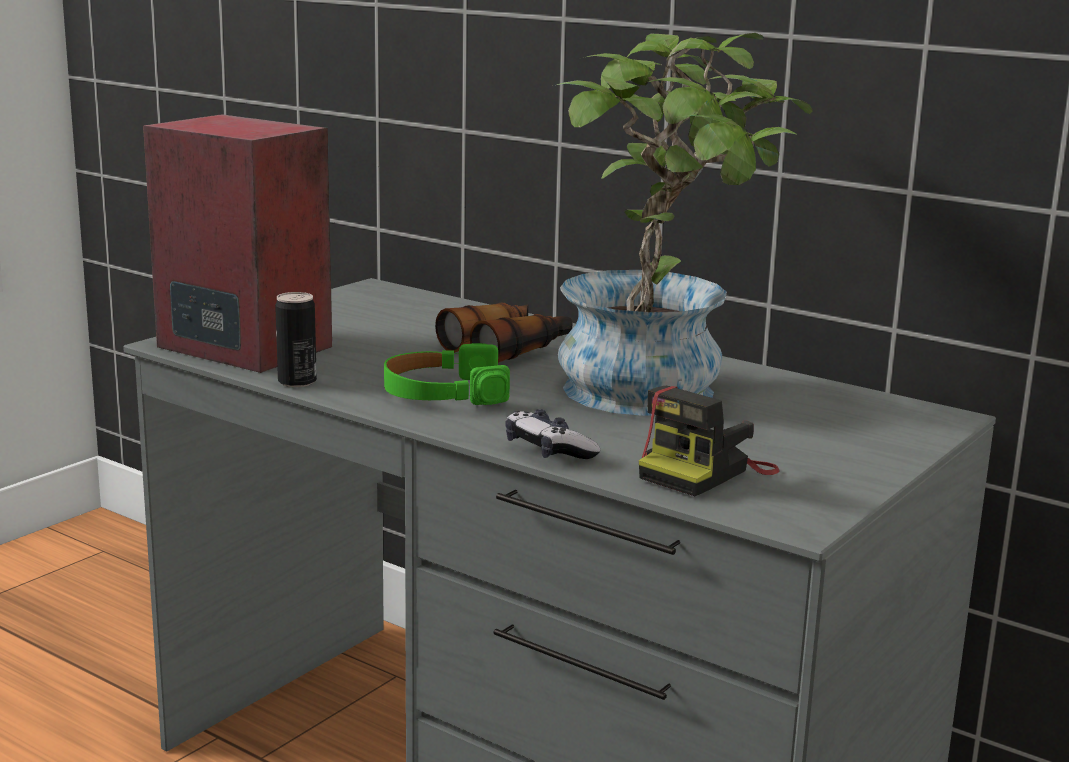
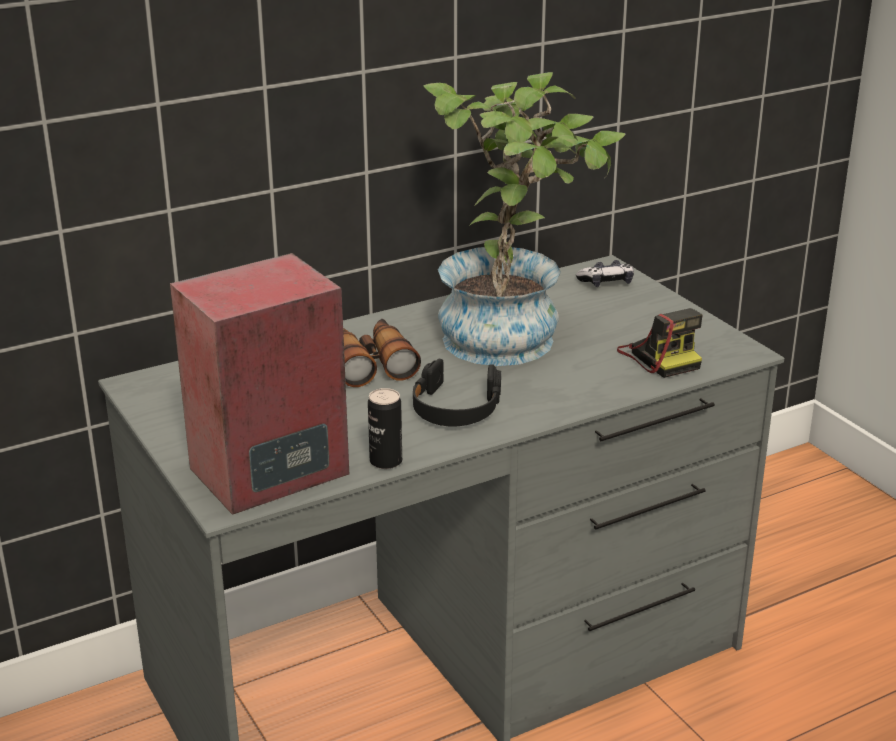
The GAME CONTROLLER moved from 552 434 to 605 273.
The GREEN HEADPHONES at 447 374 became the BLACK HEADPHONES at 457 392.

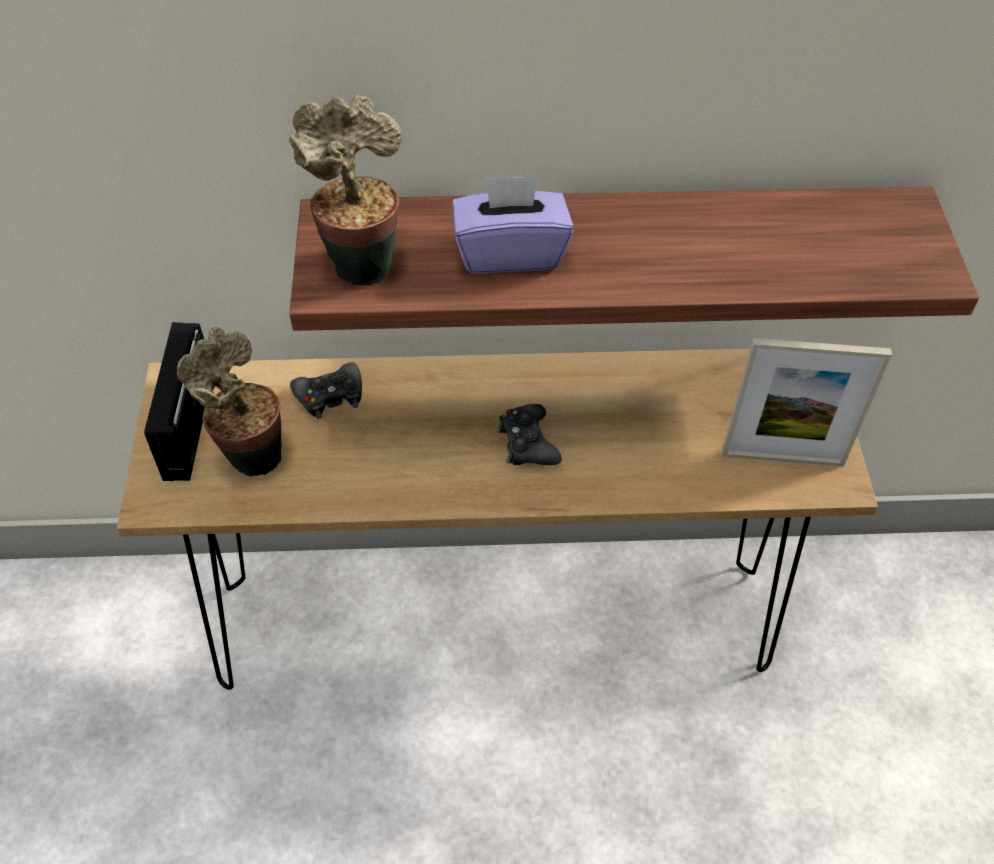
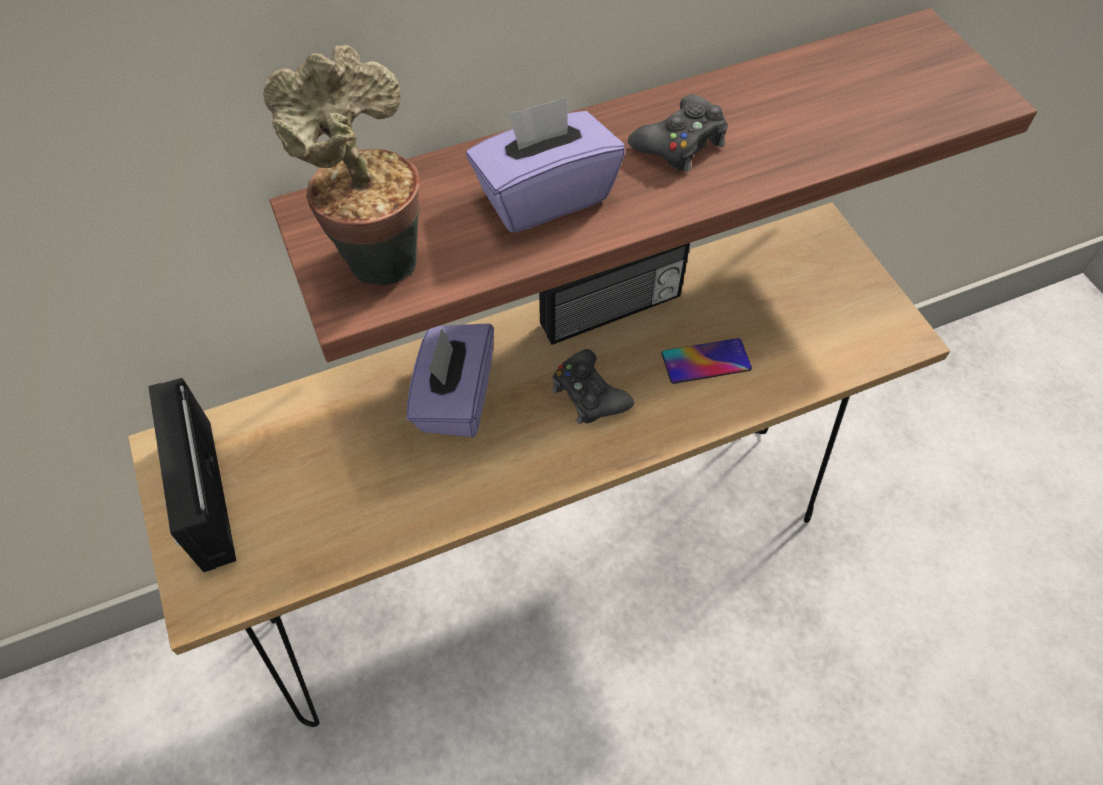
The POTTED PLANT at 229 402 disappeared.
The PICTURE FRAME at 807 402 disappeared.
The PURPLE TISSUE BOX at 450 380 appeared.
The RADIO at 614 294 appeared.
The PHONE at 707 361 appeared.
The BLACK GAME CONTROLLER moved from 326 390 to 678 133.

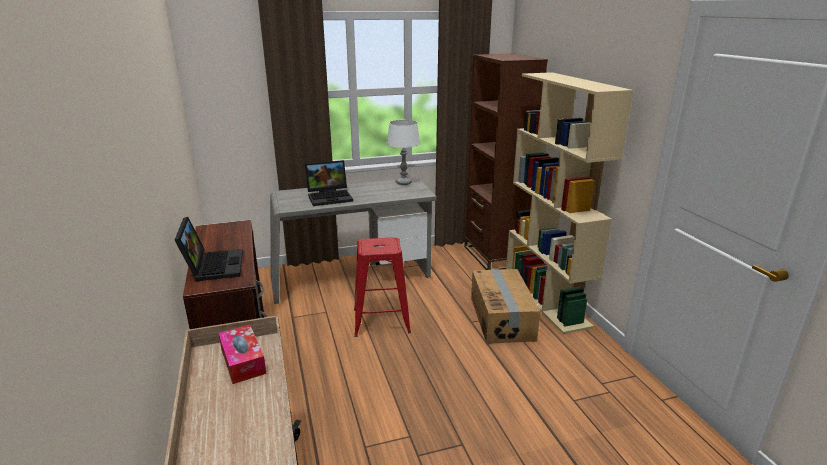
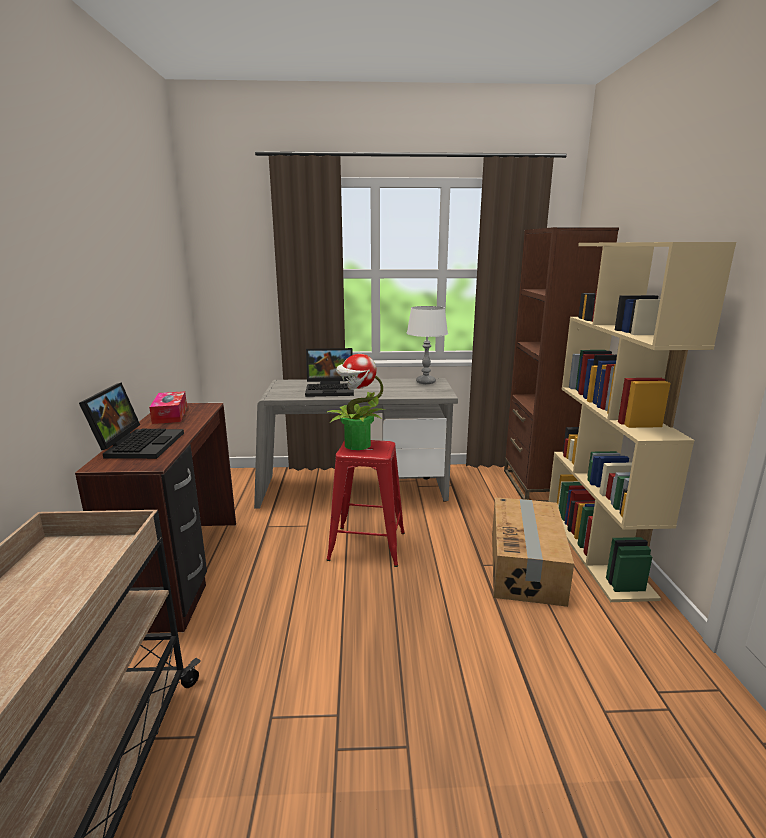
The POTTED PLANT at 355 402 appeared.
The TISSUE BOX moved from 242 354 to 168 407.

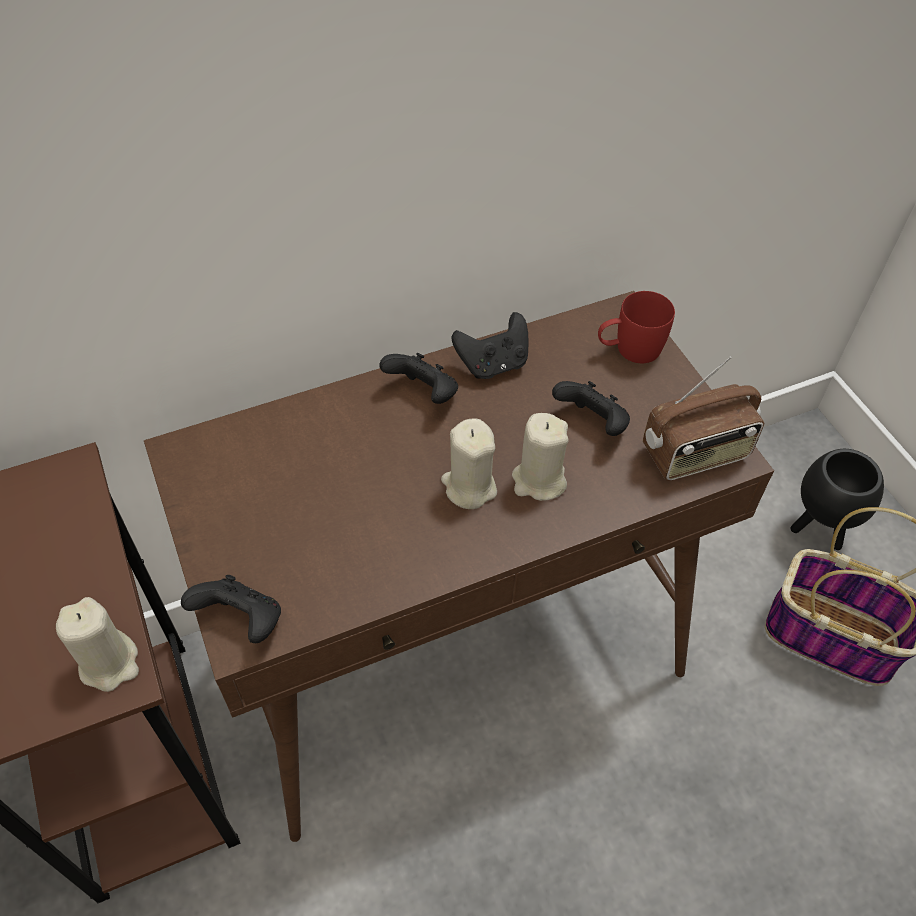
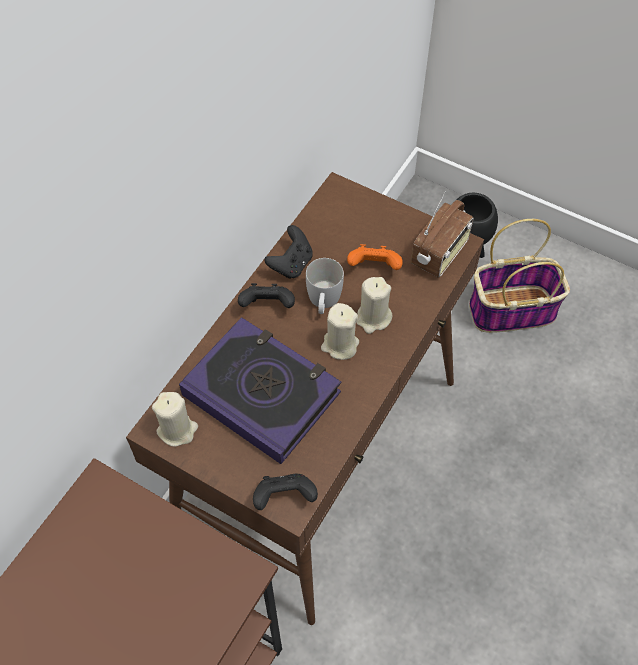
The RED MUG at 636 327 disappeared.
The BOOK at 260 390 appeared.
The WHITE MUG at 325 286 appeared.
The BEIGE CANDLE moved from 97 644 to 175 419.
The BLACK GAME CONTROLLER at 591 408 became the ORANGE GAME CONTROLLER at 375 257.

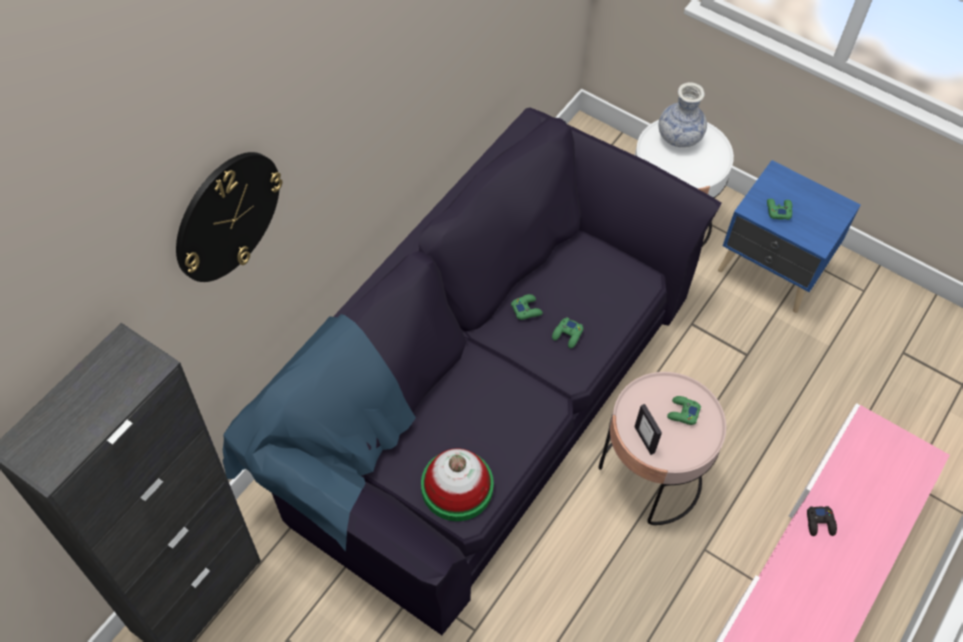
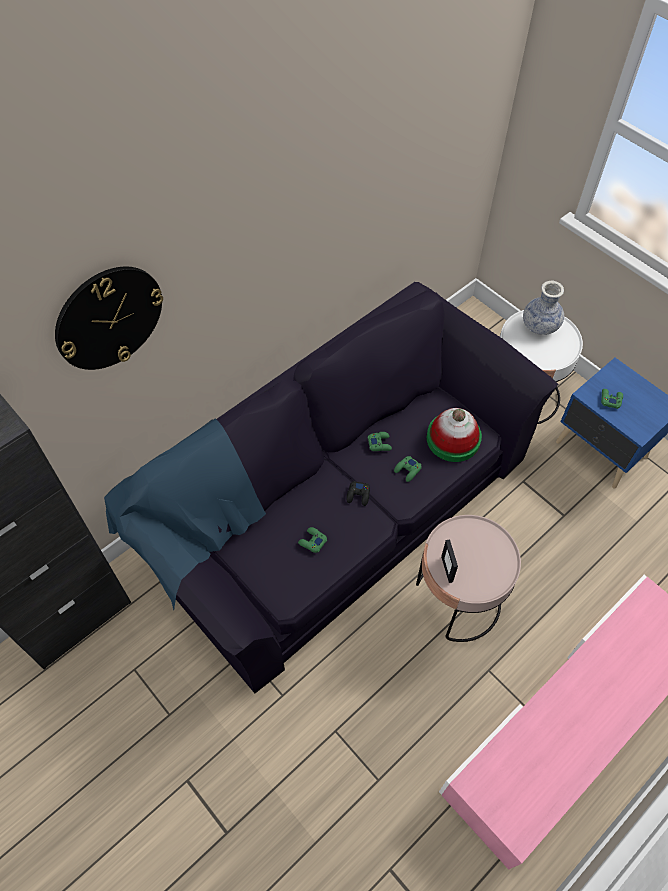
The HAT moved from 457 484 to 454 435.
The GREEN GAME CONTROLLER moved from 684 410 to 312 540.
The BLACK GAME CONTROLLER moved from 822 521 to 358 493.

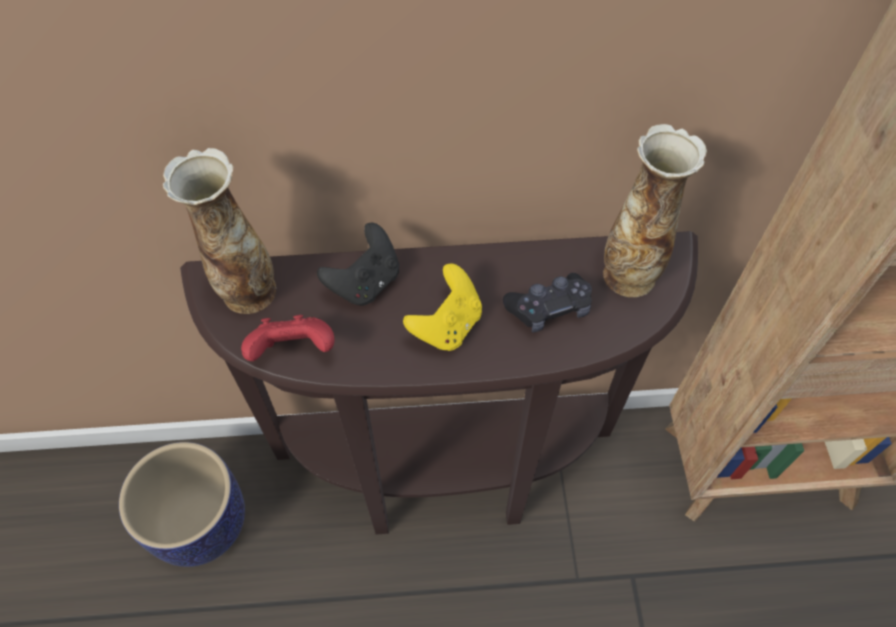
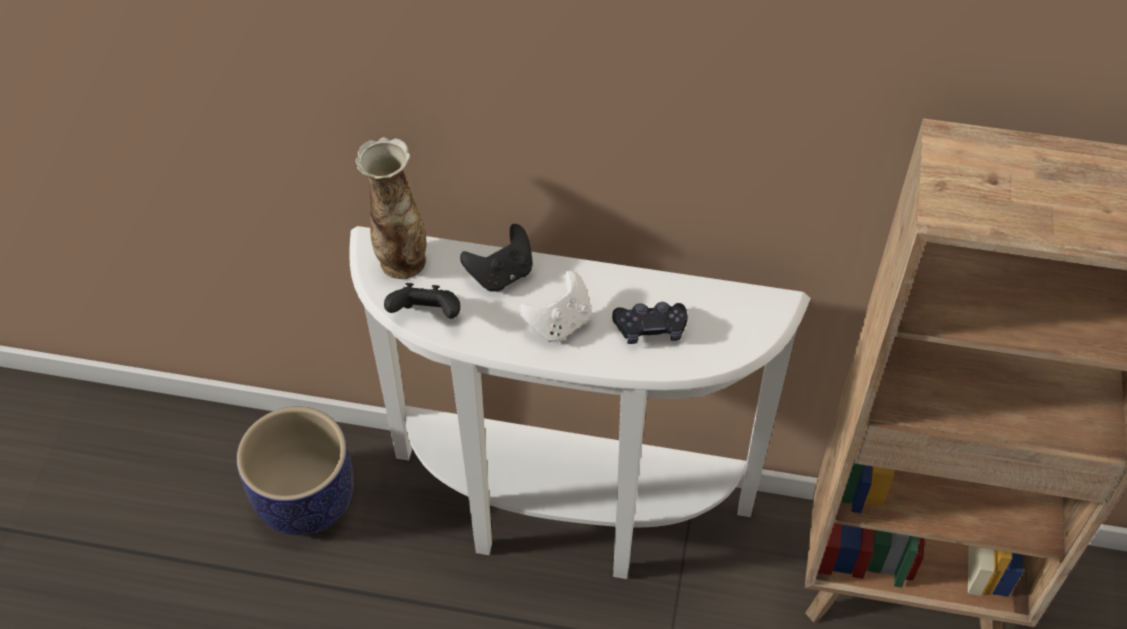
The VASE at 655 210 disappeared.
The BROWN CONSOLE TABLE at 439 383 became the WHITE CONSOLE TABLE at 580 402.
The RED GAME CONTROLLER at 288 338 became the BLACK GAME CONTROLLER at 422 301.
The YELLOW GAME CONTROLLER at 442 307 became the WHITE GAME CONTROLLER at 555 306.

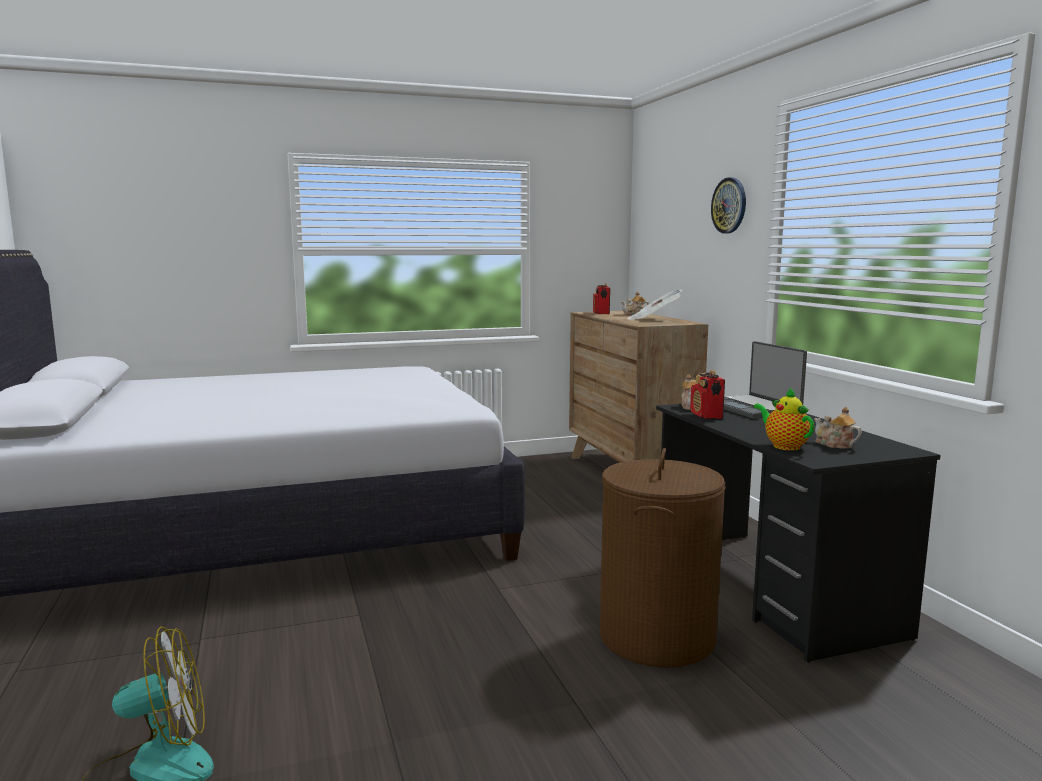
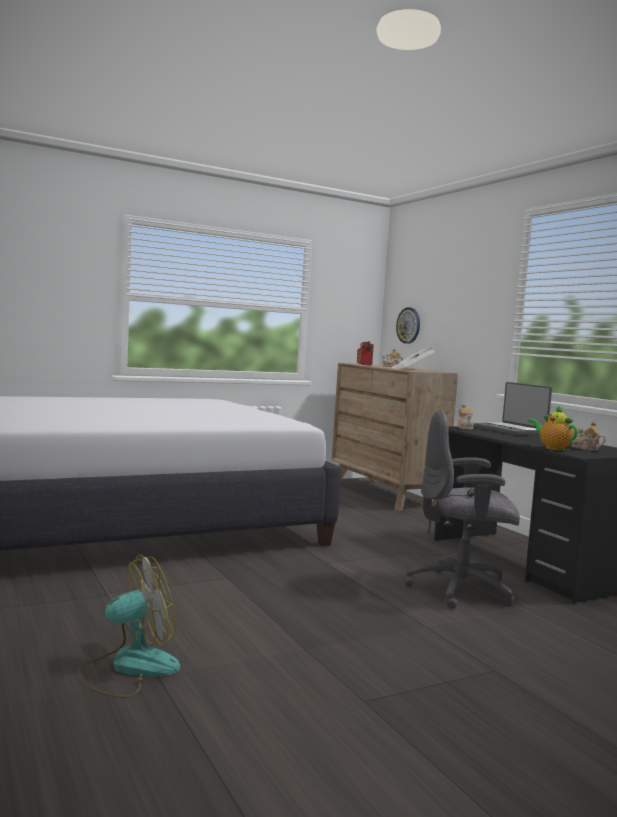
The RADIO at 707 394 disappeared.
The WALL CLOCK moved from 728 205 to 408 325.
The BROWN LAUNDRY BASKET at 663 558 was replaced by the GREY OFFICE CHAIR at 462 509.

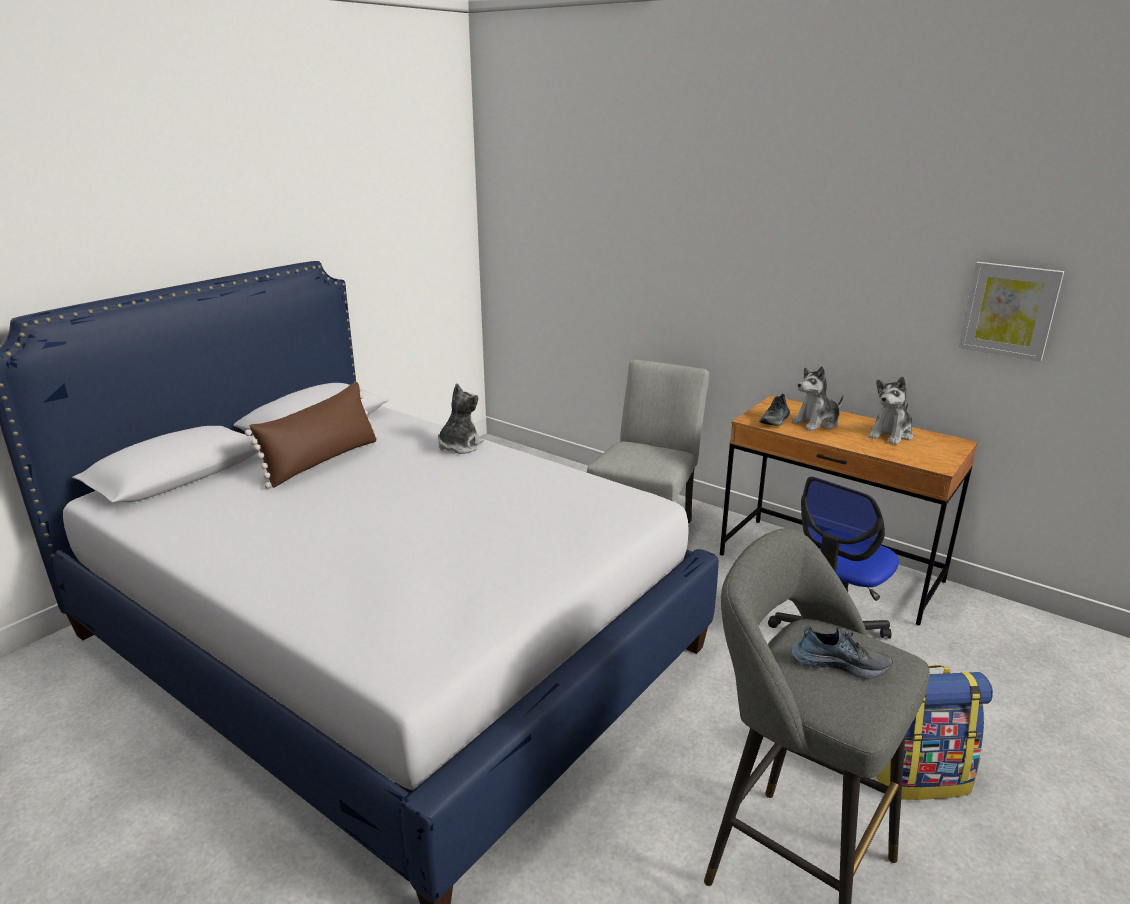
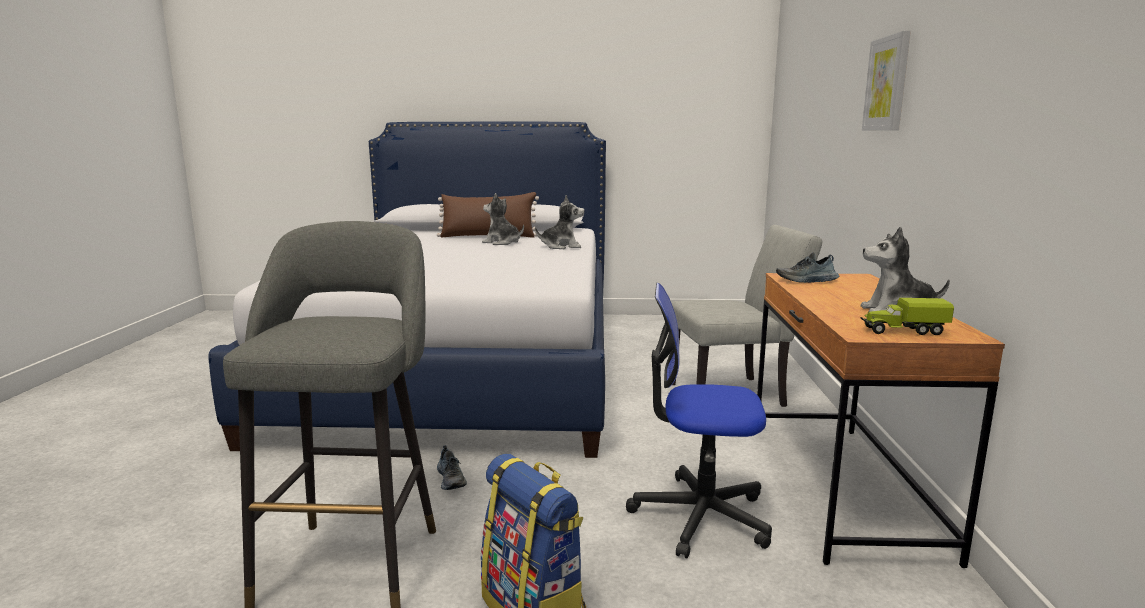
The TOY TRUCK at 907 316 appeared.
The PLUSH TOY moved from 817 398 to 503 219.
The SHOE moved from 841 652 to 452 467.
The PICTURE moved from 1011 312 to 886 80.

